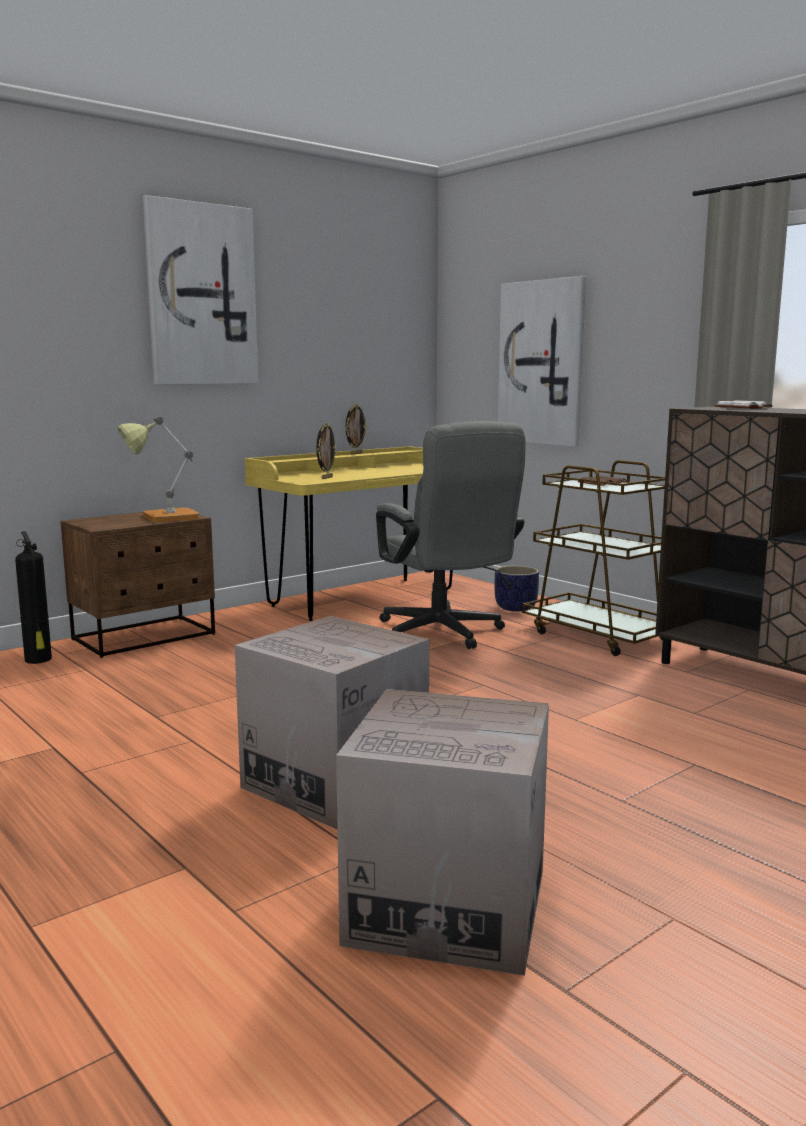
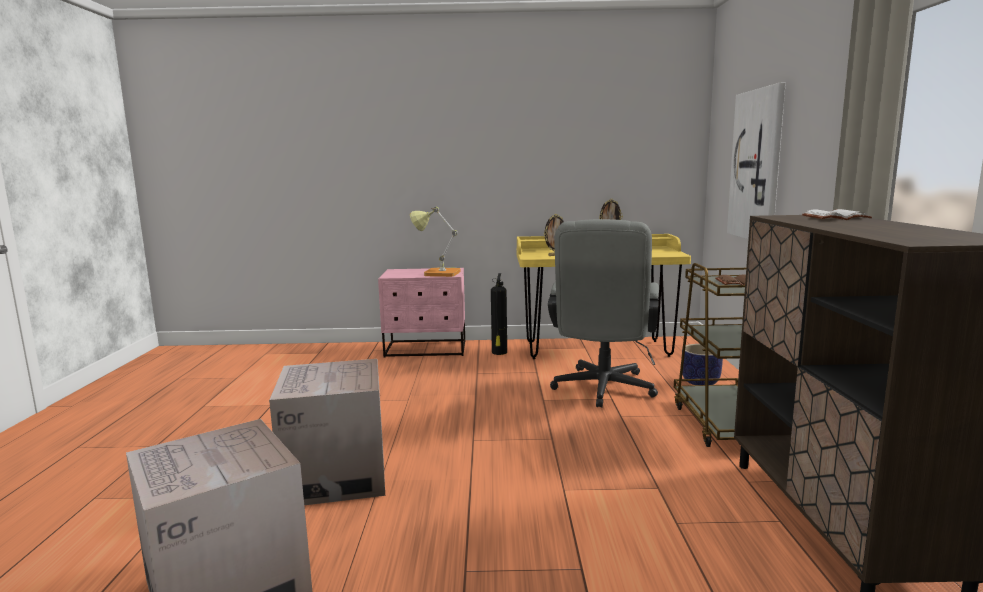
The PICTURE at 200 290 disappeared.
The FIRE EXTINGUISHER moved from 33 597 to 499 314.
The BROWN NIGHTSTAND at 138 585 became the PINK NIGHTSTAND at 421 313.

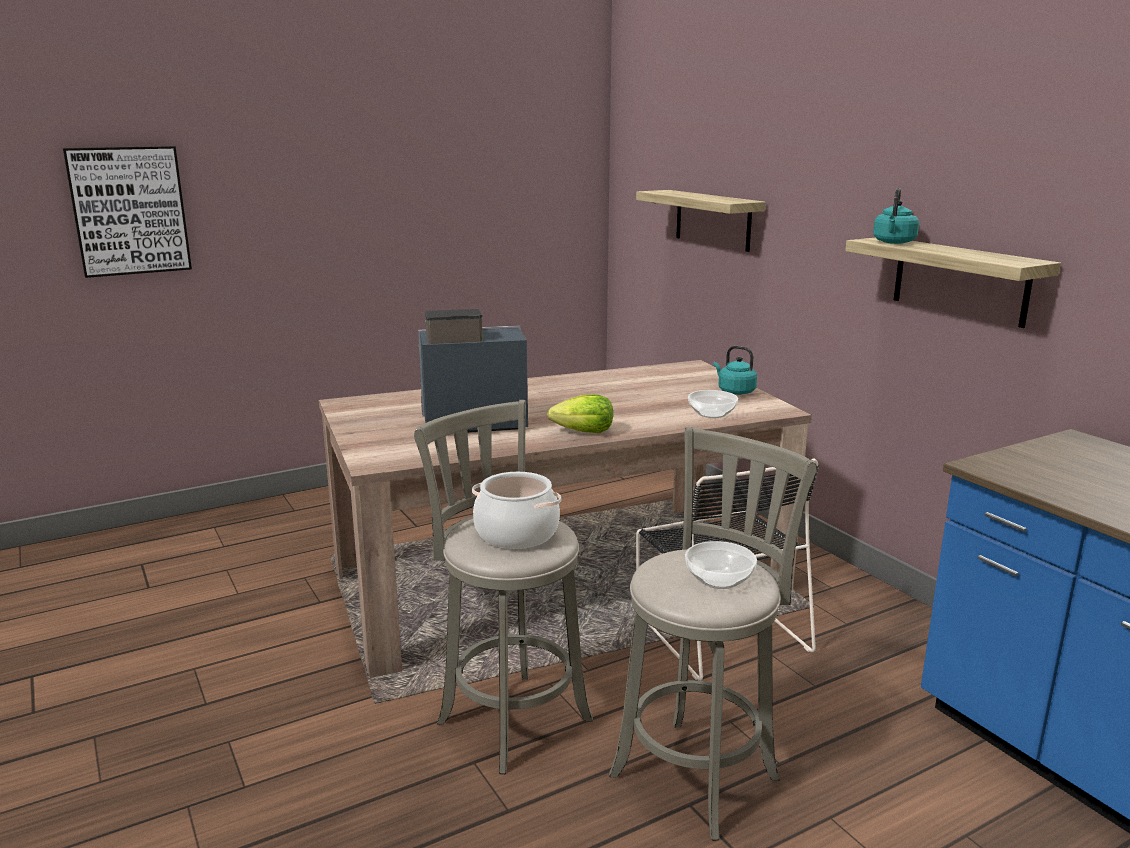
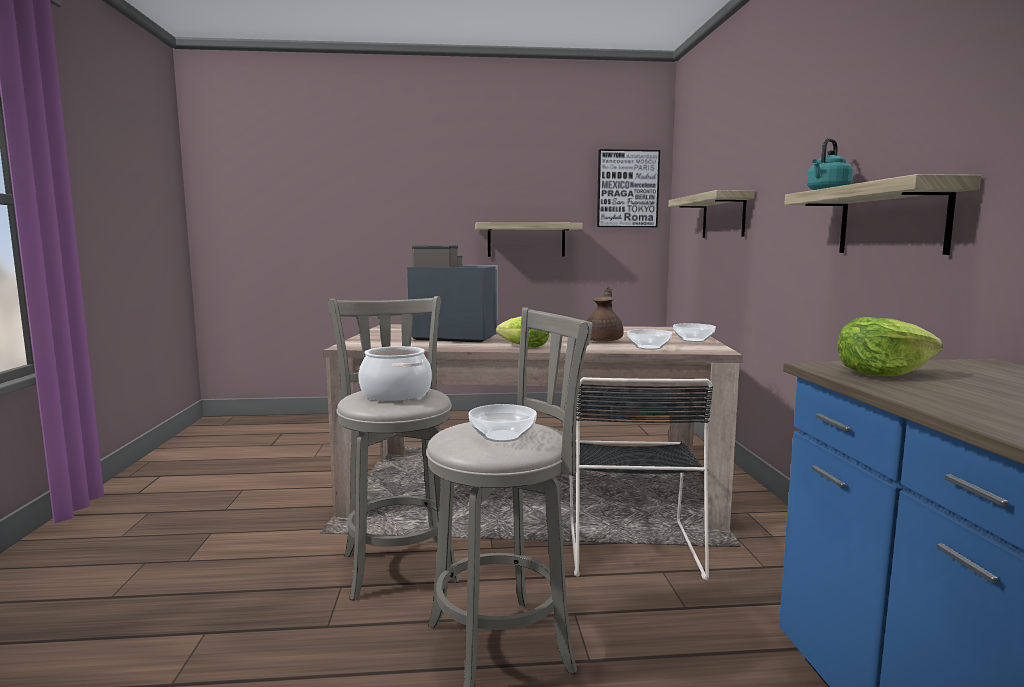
The SHELF at 529 239 appeared.
The BROWN TEAPOT at 605 314 appeared.
The LETTUCE at 890 346 appeared.
The PICTURE moved from 127 212 to 628 188.
The TURQUOISE KETTLE at 735 370 was replaced by the BOWL at 694 332.

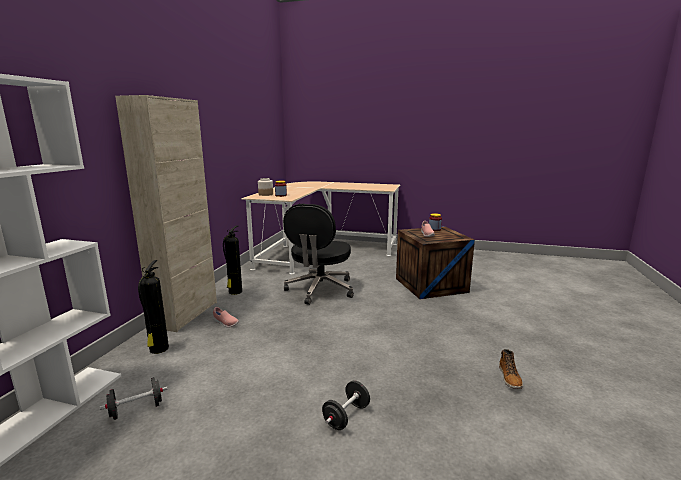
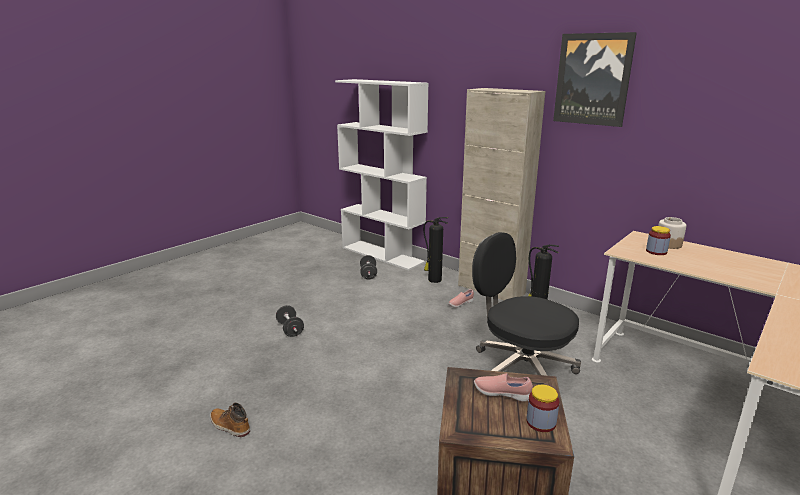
The PICTURE at 595 79 appeared.

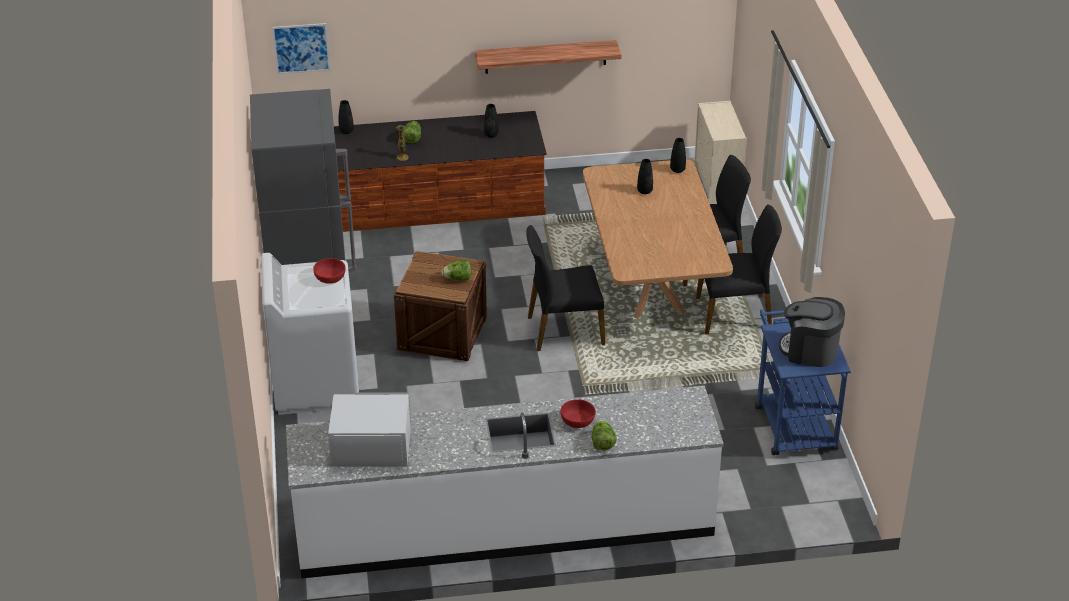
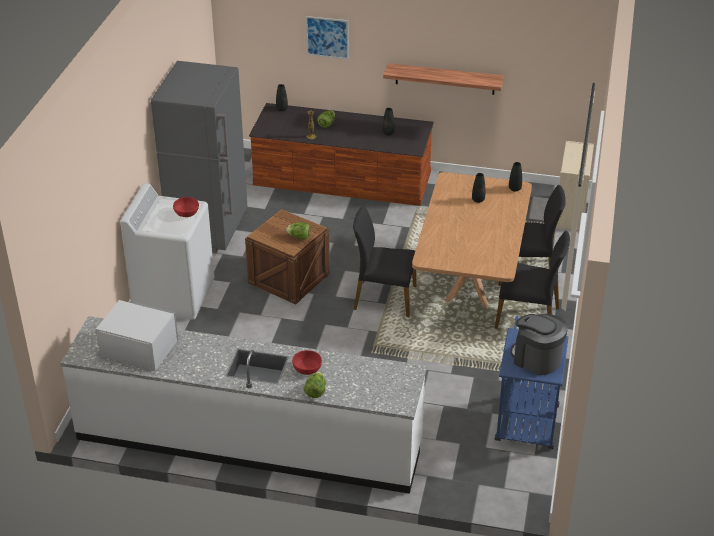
The PICTURE moved from 301 48 to 327 37.

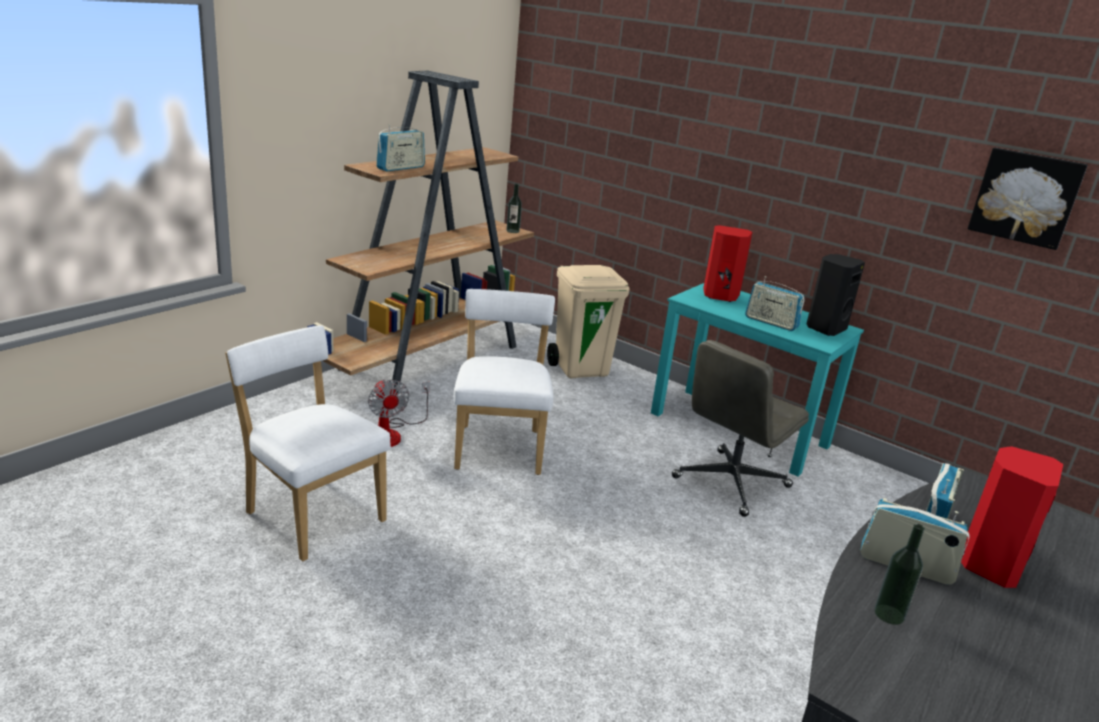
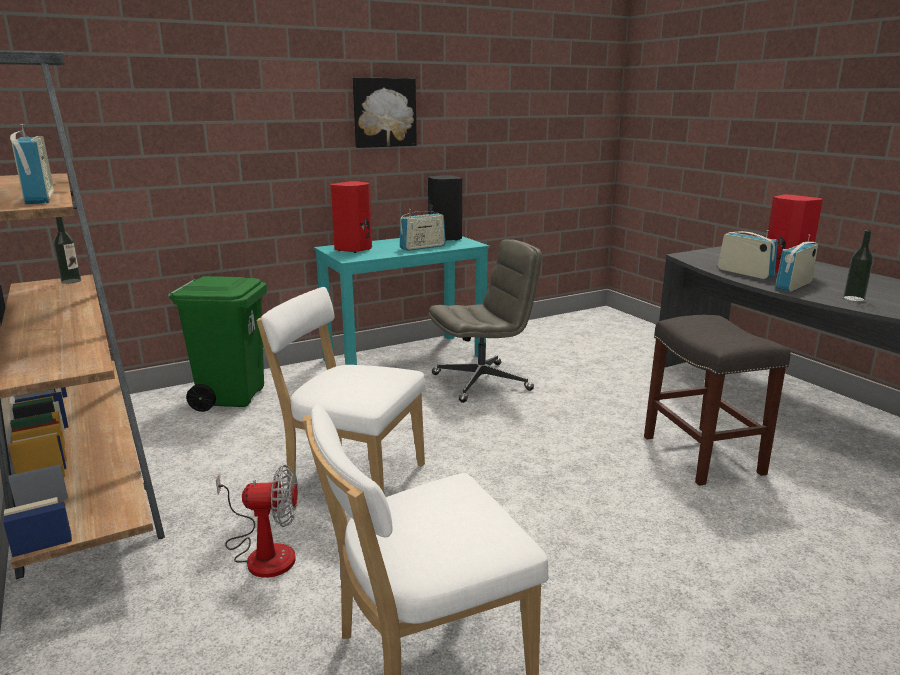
The GREY STOOL at 717 400 appeared.
The PICTURE moved from 1028 198 to 385 113.
The BEIGE TRASH CAN at 588 321 became the GREEN TRASH CAN at 217 344.
The GREY OFFICE CHAIR at 740 428 turned 90 degrees counterclockwise.

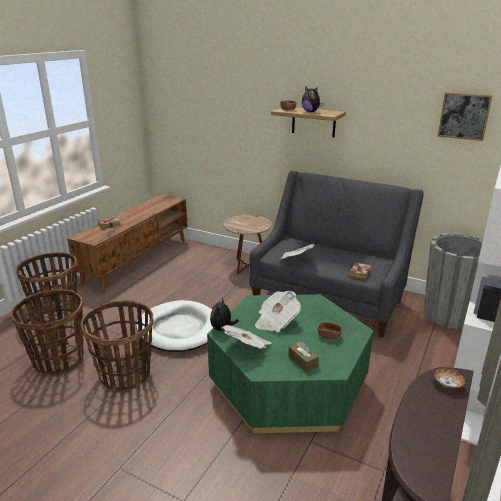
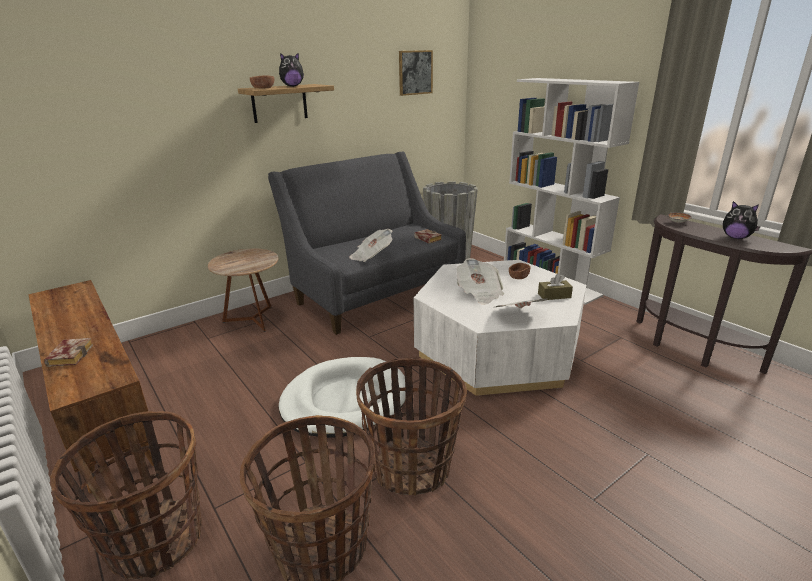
The PLUSH TOY moved from 224 314 to 742 220.
The GREEN COFFEE TABLE at 290 363 became the WHITE COFFEE TABLE at 500 328.

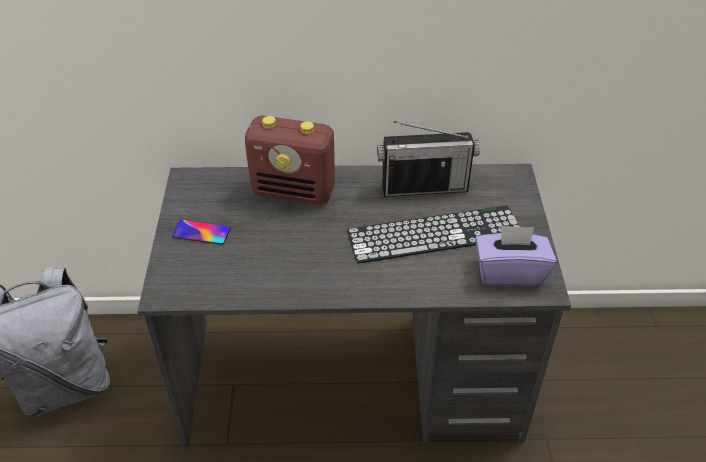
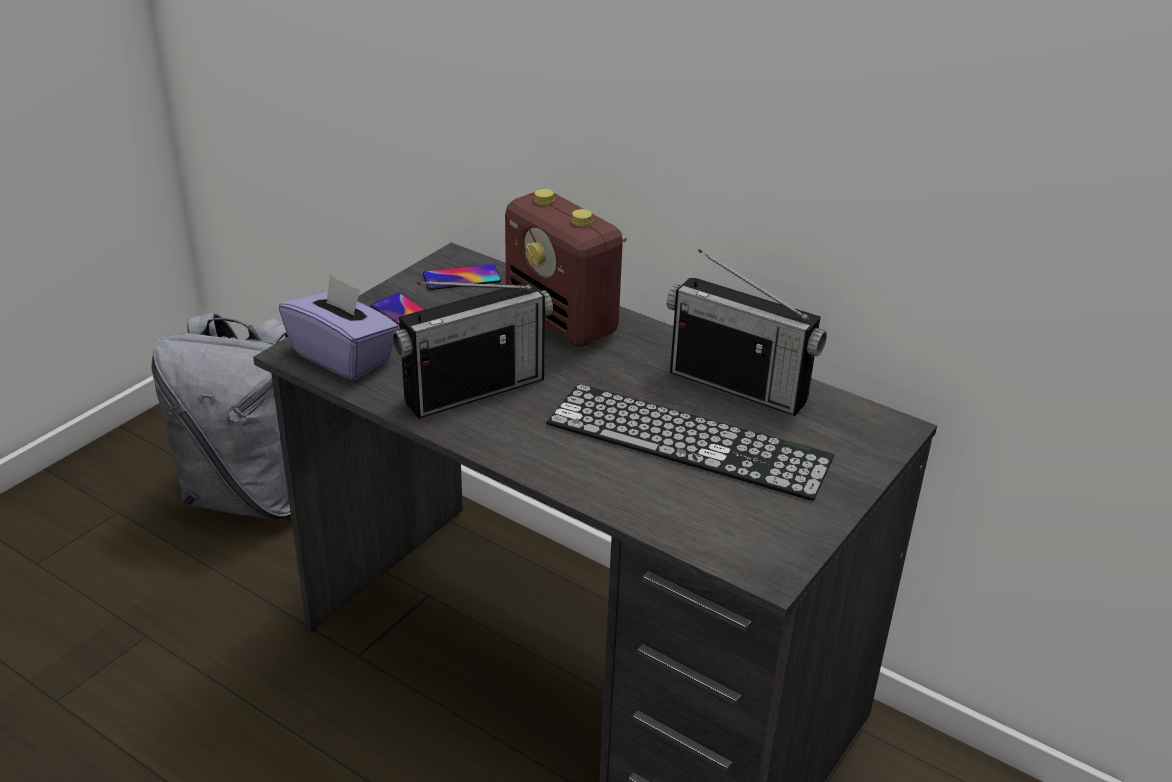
The RADIO at 472 350 appeared.
The PHONE at 462 277 appeared.
The PURPLE TISSUE BOX moved from 516 255 to 339 327.

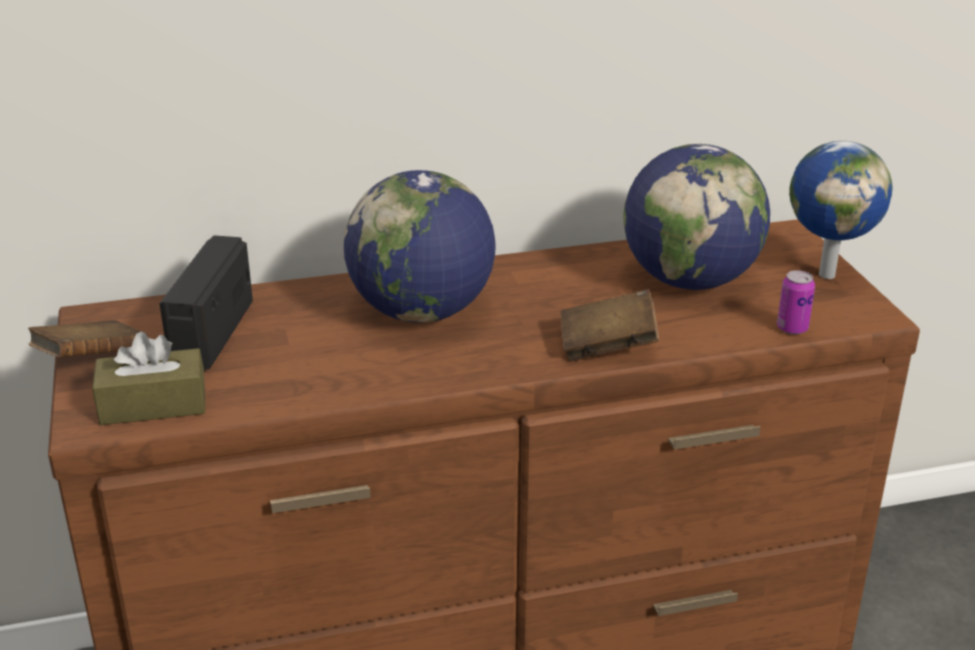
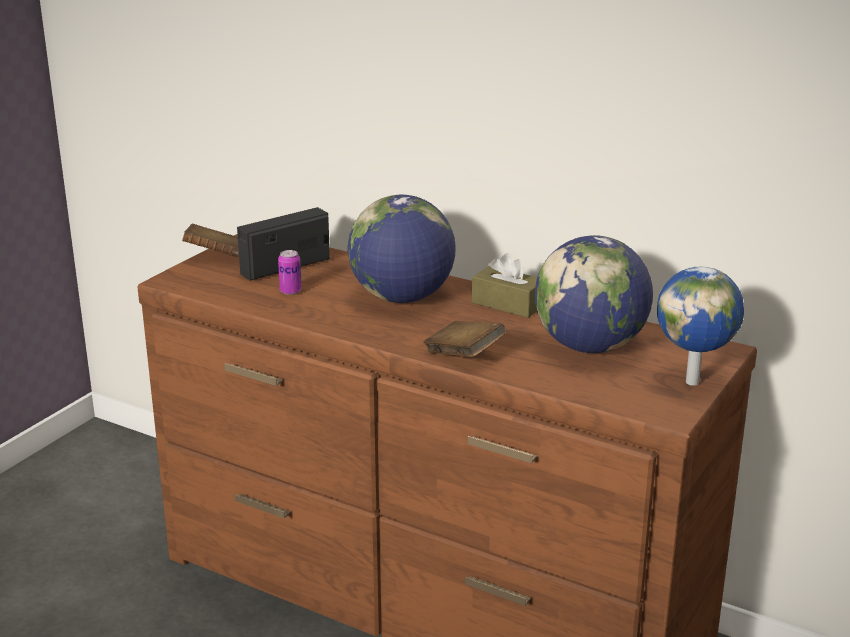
The BROWN TISSUE BOX moved from 148 378 to 504 285.
The CAN moved from 796 302 to 290 272.

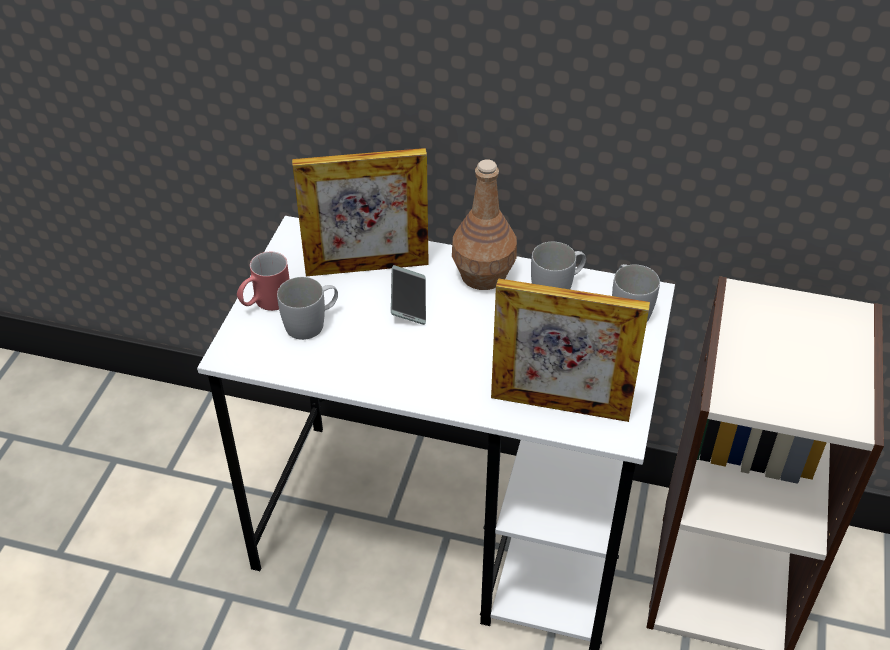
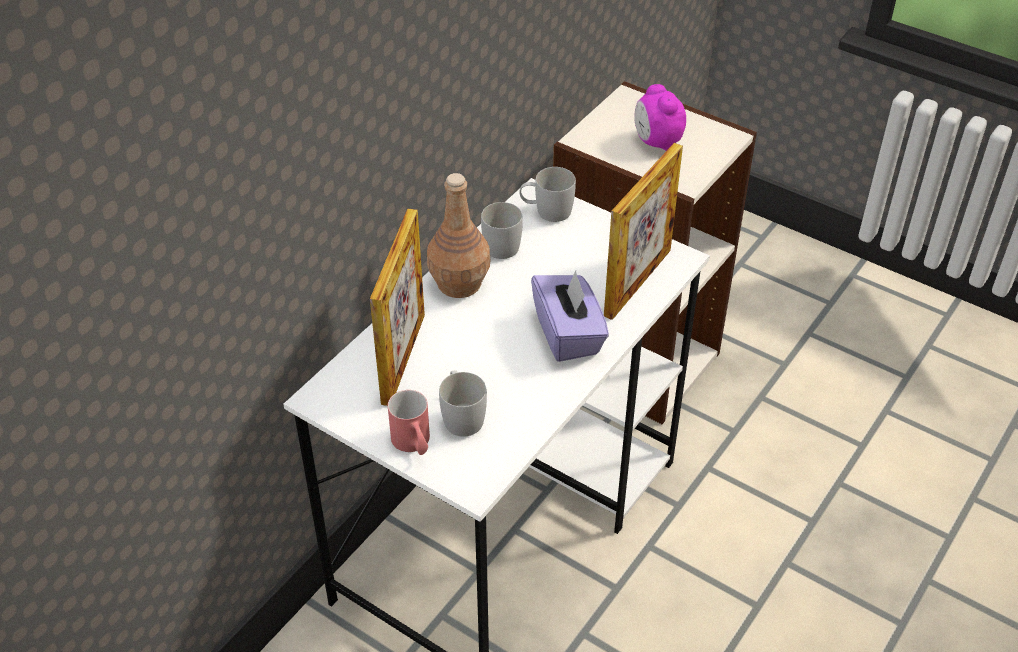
The PHONE at 408 295 disappeared.
The PURPLE TISSUE BOX at 570 316 appeared.
The ALARM CLOCK at 660 117 appeared.

